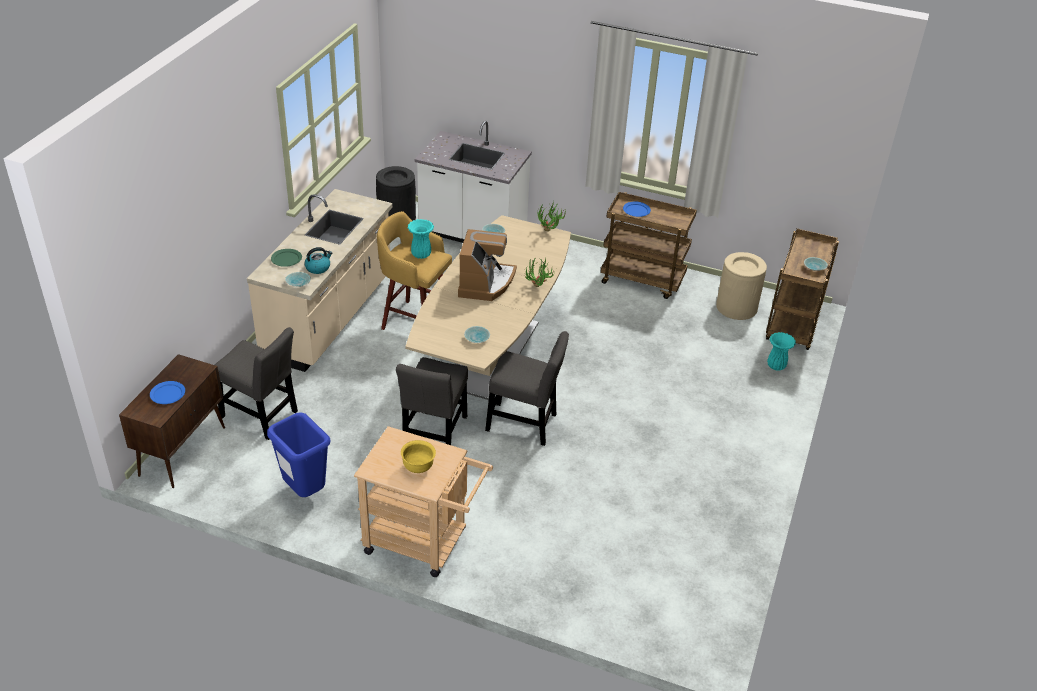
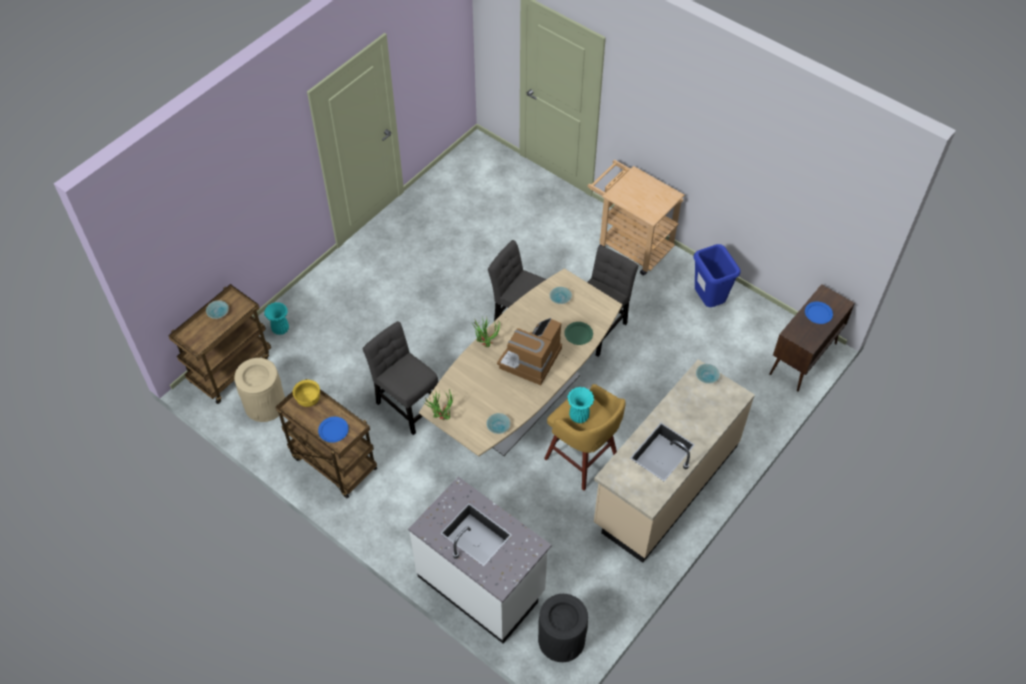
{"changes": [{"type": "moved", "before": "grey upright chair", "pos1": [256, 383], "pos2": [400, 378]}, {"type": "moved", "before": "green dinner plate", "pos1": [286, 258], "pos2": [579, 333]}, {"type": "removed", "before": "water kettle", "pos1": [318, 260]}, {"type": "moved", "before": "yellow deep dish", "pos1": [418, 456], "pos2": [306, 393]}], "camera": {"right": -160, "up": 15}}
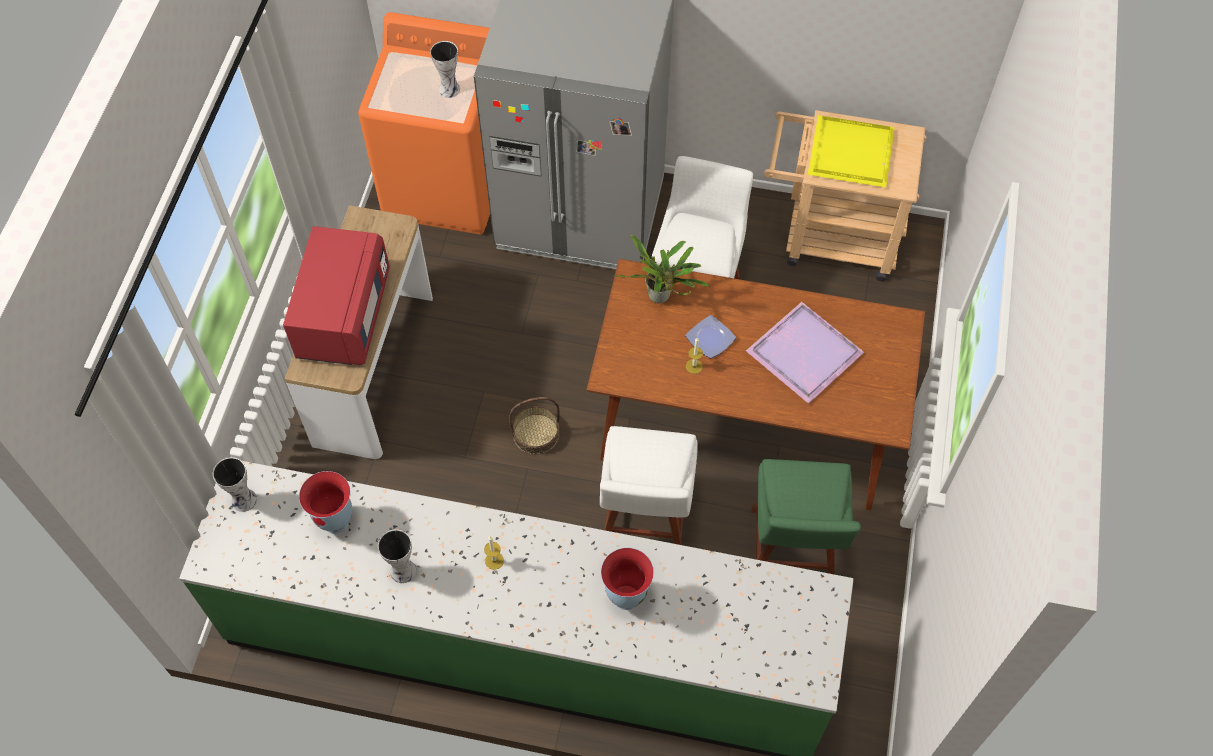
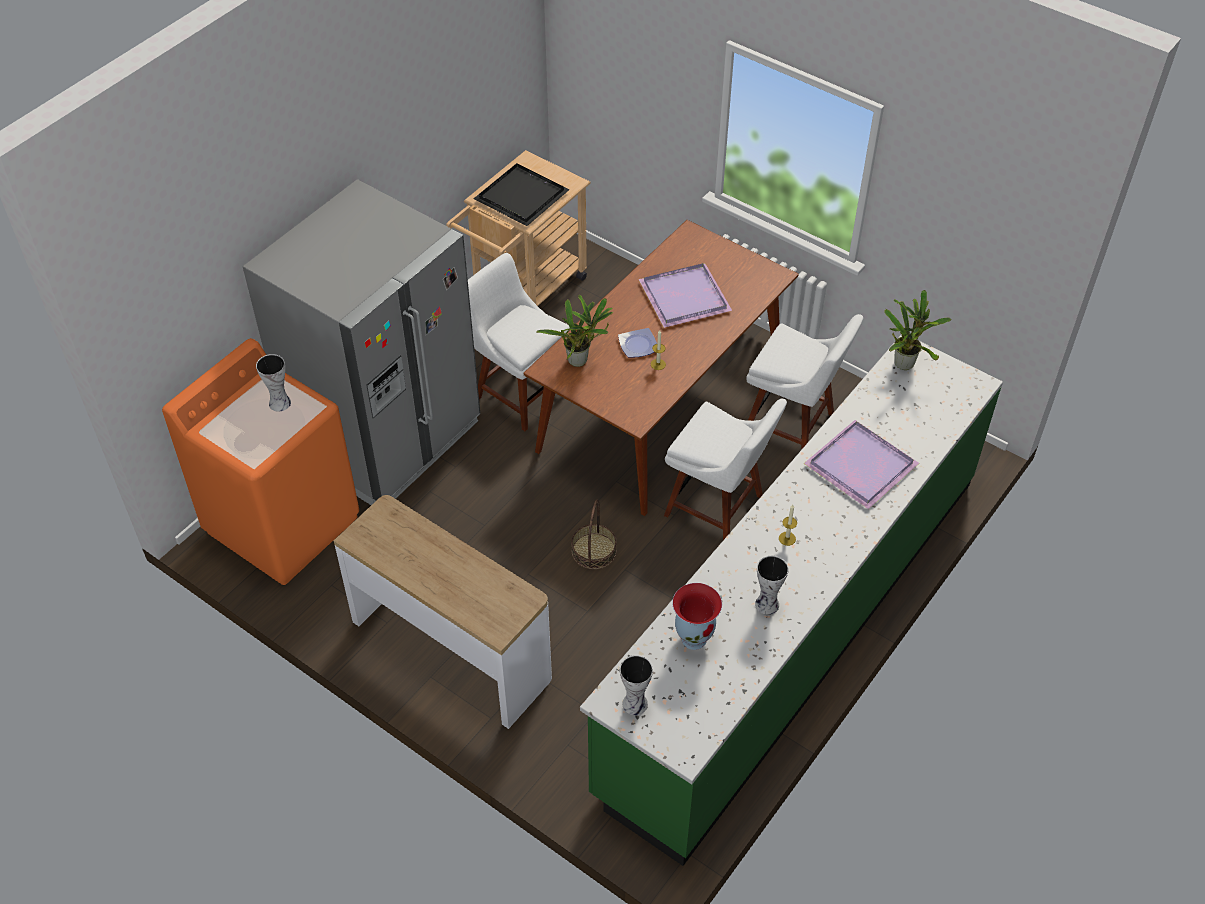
{"changes": [{"type": "removed", "before": "red kitchen microwave", "pos1": [336, 295]}, {"type": "replaced", "before": "vase", "after": "purplish tray", "pos1": [627, 579], "pos2": [861, 464]}, {"type": "recoloured", "before": "green upright chair", "after": "whitish upright chair", "pos1": [806, 517], "pos2": [804, 381]}, {"type": "recoloured", "before": "yellow tray", "after": "black-coloured tray", "pos1": [851, 151], "pos2": [521, 194]}, {"type": "added", "after": "plant in a pot", "pos2": [917, 330]}], "camera": {"right": -65, "up": -10}}
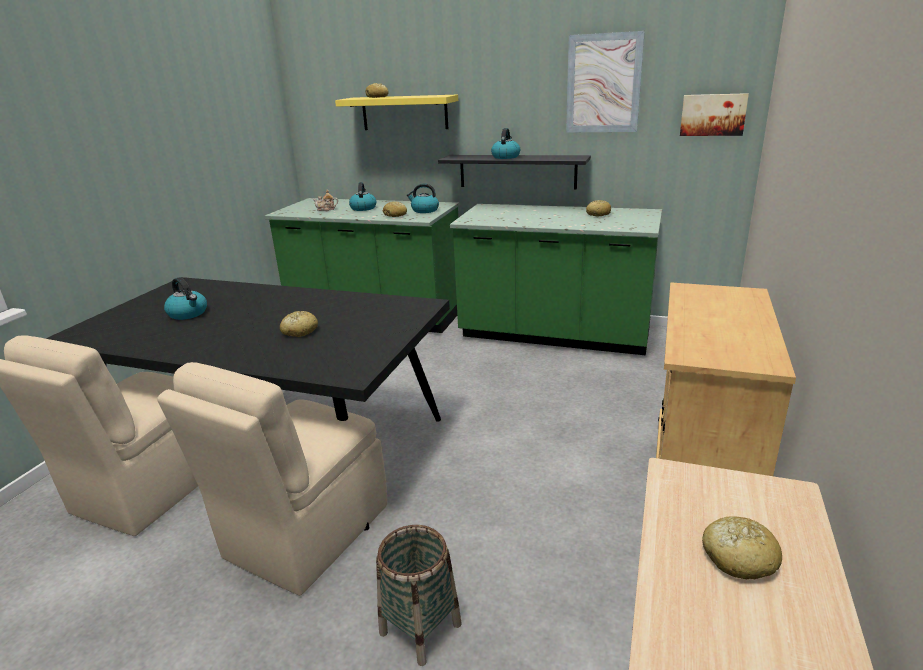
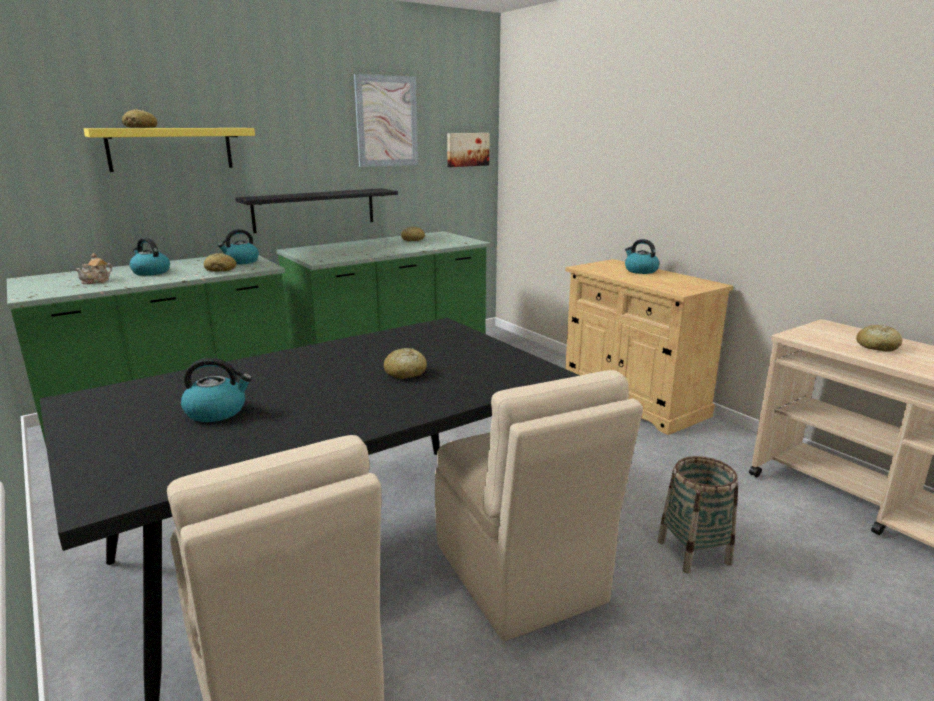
{"changes": [{"type": "moved", "before": "water kettle", "pos1": [505, 143], "pos2": [642, 256]}], "camera": {"right": -55, "up": -5}}
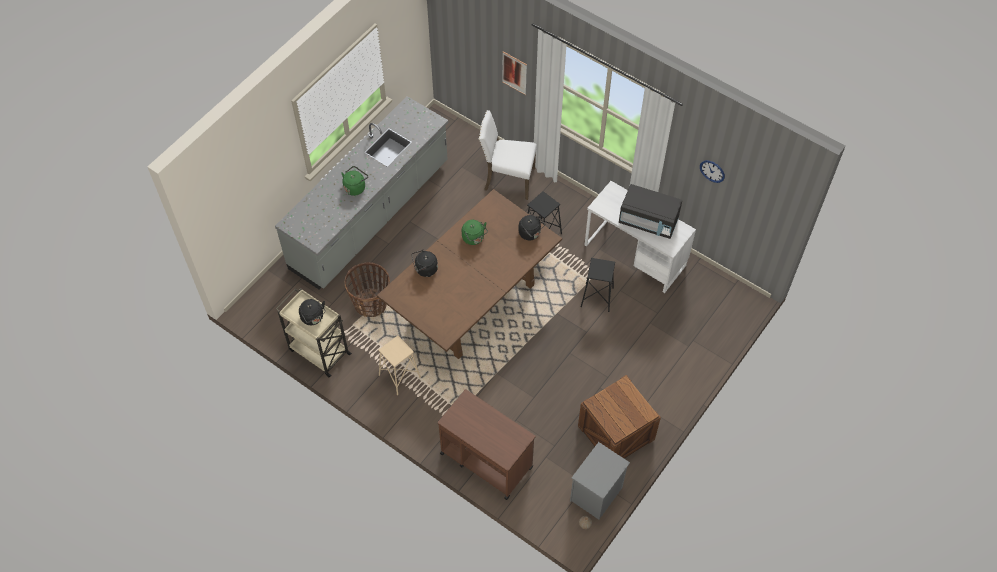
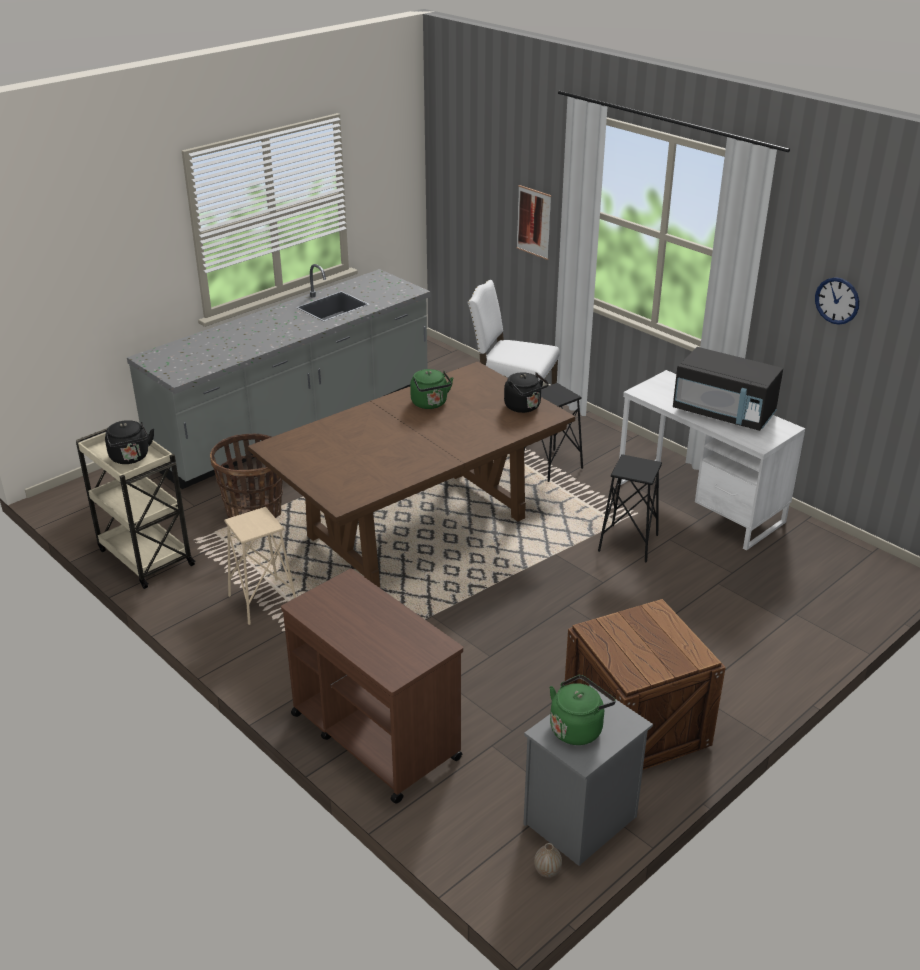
{"changes": [{"type": "moved", "before": "green water kettle", "pos1": [355, 181], "pos2": [582, 710]}, {"type": "removed", "before": "black-coloured water kettle", "pos1": [424, 263]}], "camera": {"right": 10, "up": -25}}
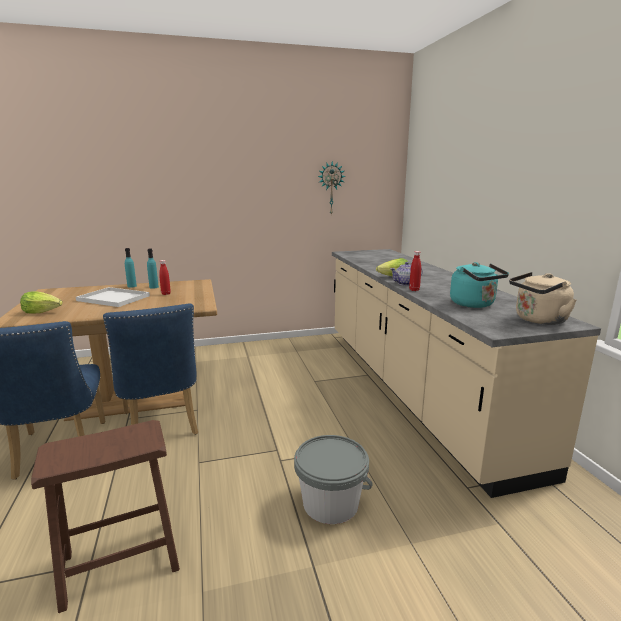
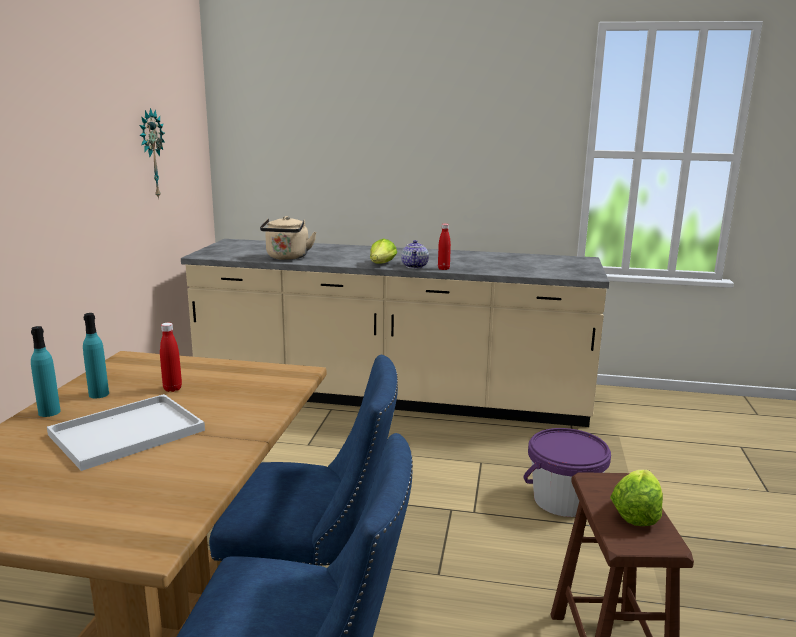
{"changes": [{"type": "moved", "before": "head of lettuce", "pos1": [41, 302], "pos2": [636, 498]}, {"type": "recoloured", "before": "grey pail", "after": "purplish pail", "pos1": [333, 479], "pos2": [567, 472]}, {"type": "removed", "before": "turquoise-coloured water kettle", "pos1": [479, 285]}, {"type": "moved", "before": "beige water kettle", "pos1": [543, 298], "pos2": [288, 238]}], "camera": {"right": -65, "up": 0}}
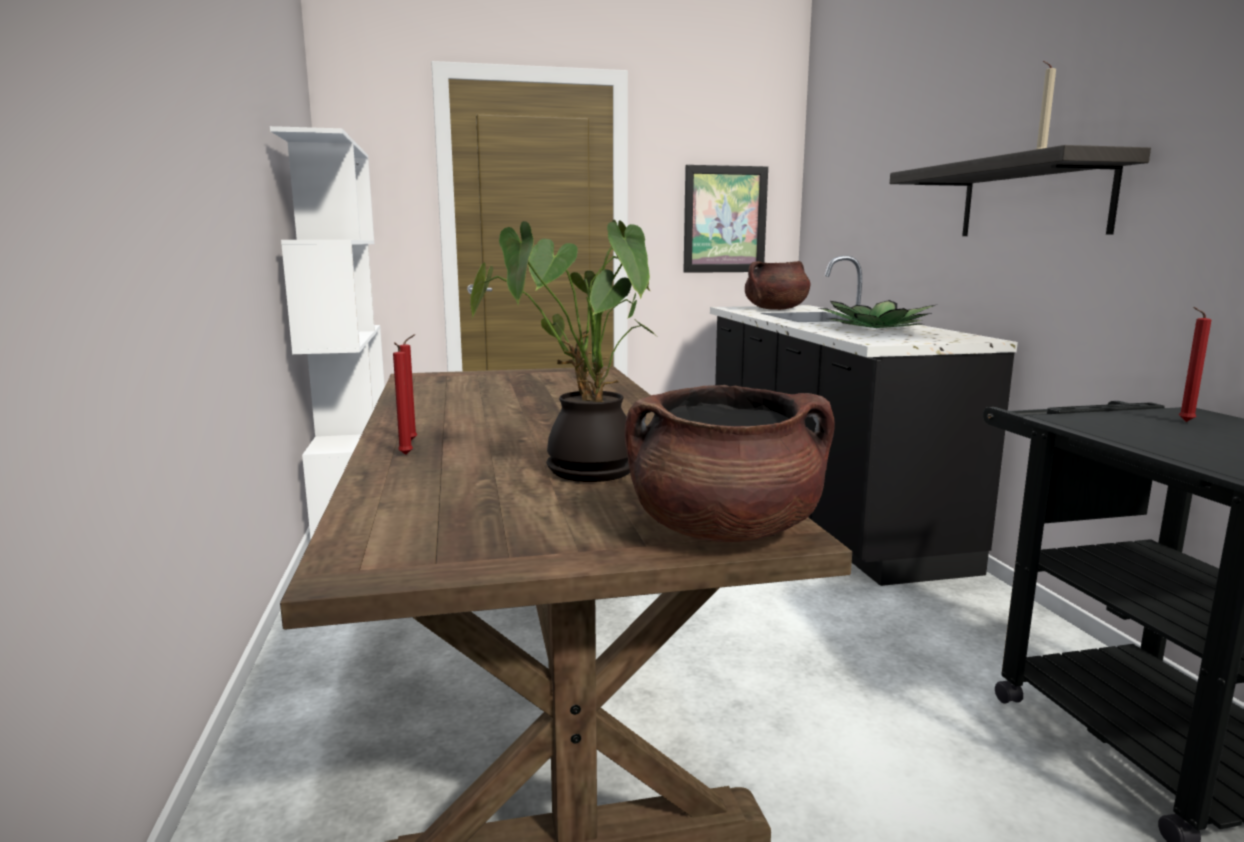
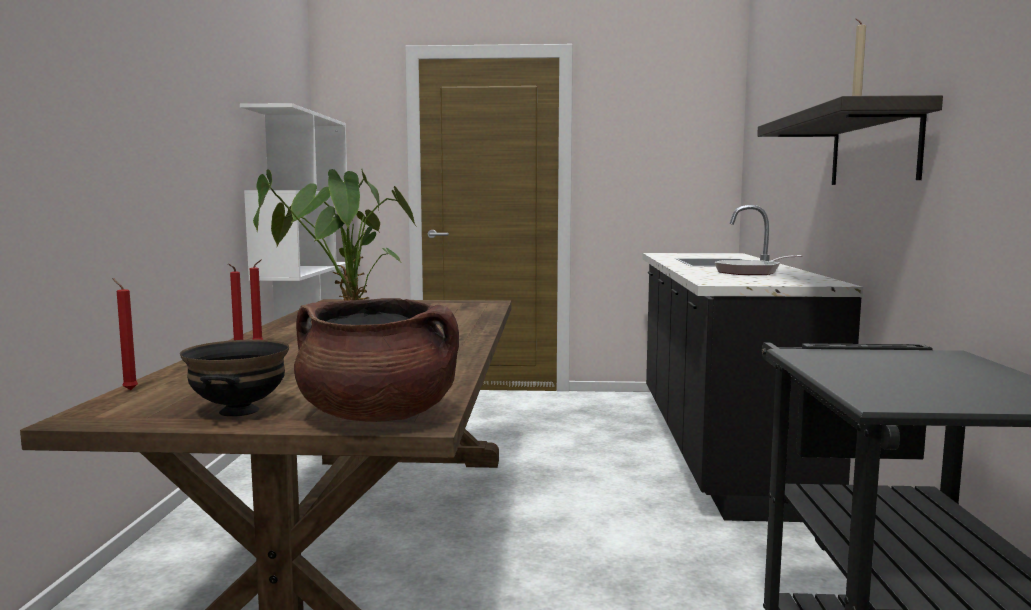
{"changes": [{"type": "removed", "before": "picture", "pos1": [725, 219]}, {"type": "removed", "before": "brown cooking pot", "pos1": [777, 285]}, {"type": "replaced", "before": "plant in a pot", "after": "skillet", "pos1": [877, 314], "pos2": [758, 265]}, {"type": "moved", "before": "red candle", "pos1": [1195, 364], "pos2": [125, 334]}, {"type": "added", "after": "black-coloured deep dish", "pos2": [234, 378]}], "camera": {"right": 15, "up": -5}}
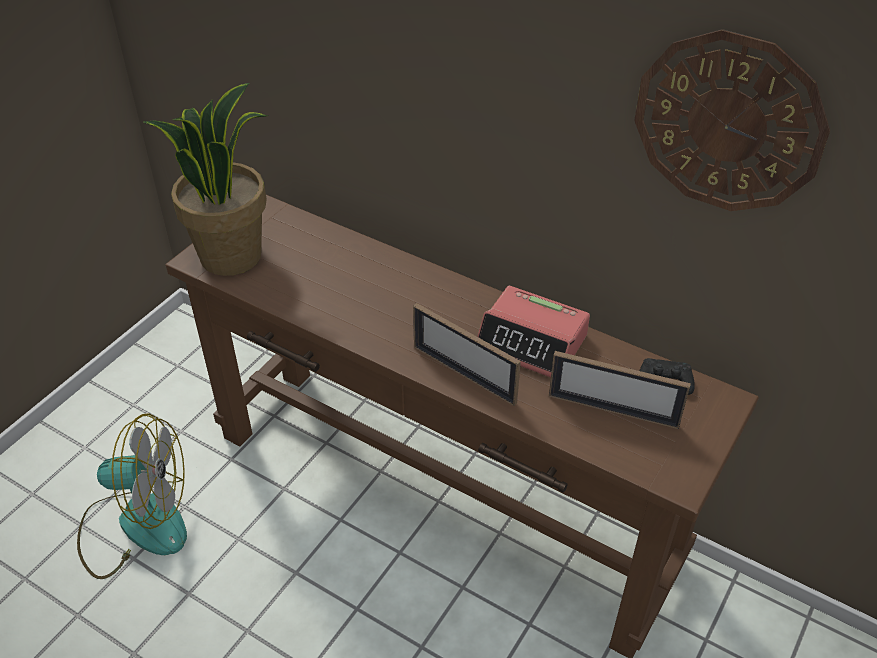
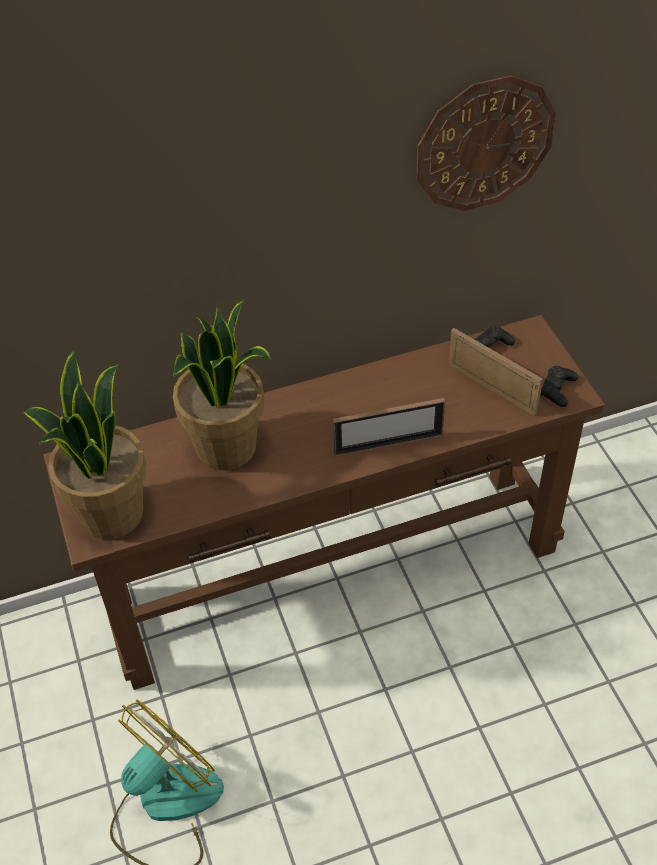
{"changes": [{"type": "removed", "before": "bedside clock", "pos1": [533, 331]}, {"type": "turned", "before": "standing frame", "pos1": [620, 390], "pos2": [496, 372], "turn": -105}, {"type": "added", "after": "plant in a pot", "pos2": [222, 385]}, {"type": "added", "after": "black-coloured gamepad", "pos2": [559, 386]}], "camera": {"right": -50, "up": 5}}
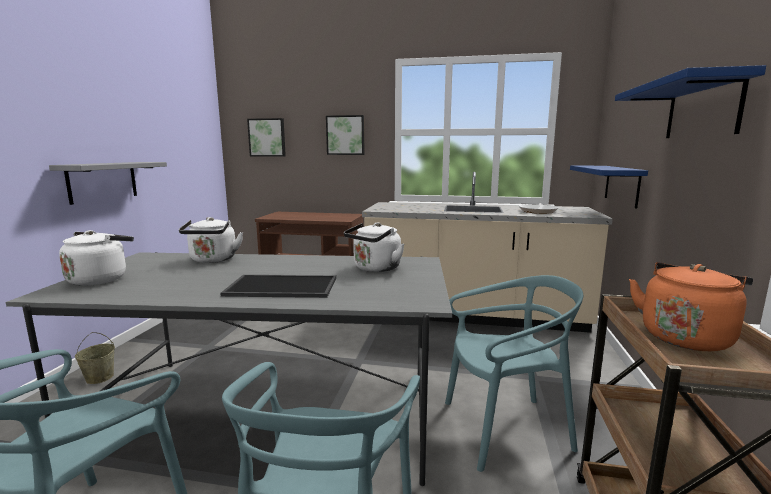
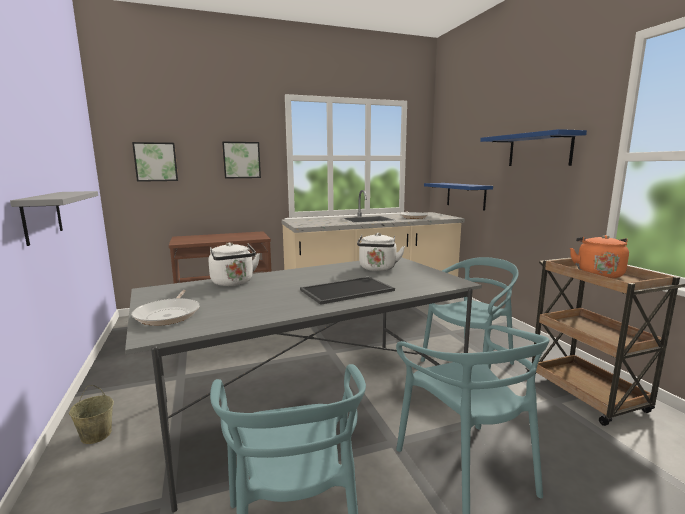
{"changes": [{"type": "replaced", "before": "whitish water kettle", "after": "skillet", "pos1": [96, 258], "pos2": [165, 308]}], "camera": {"right": -30, "up": 0}}
